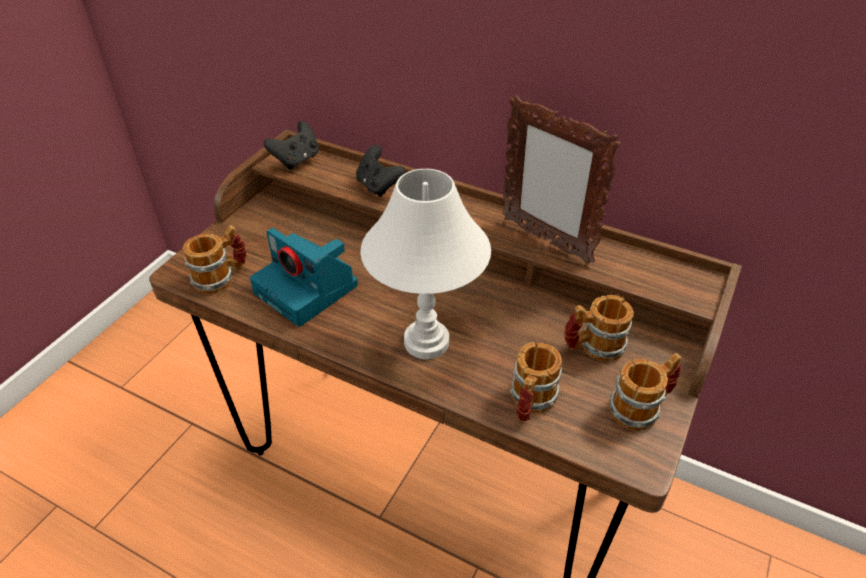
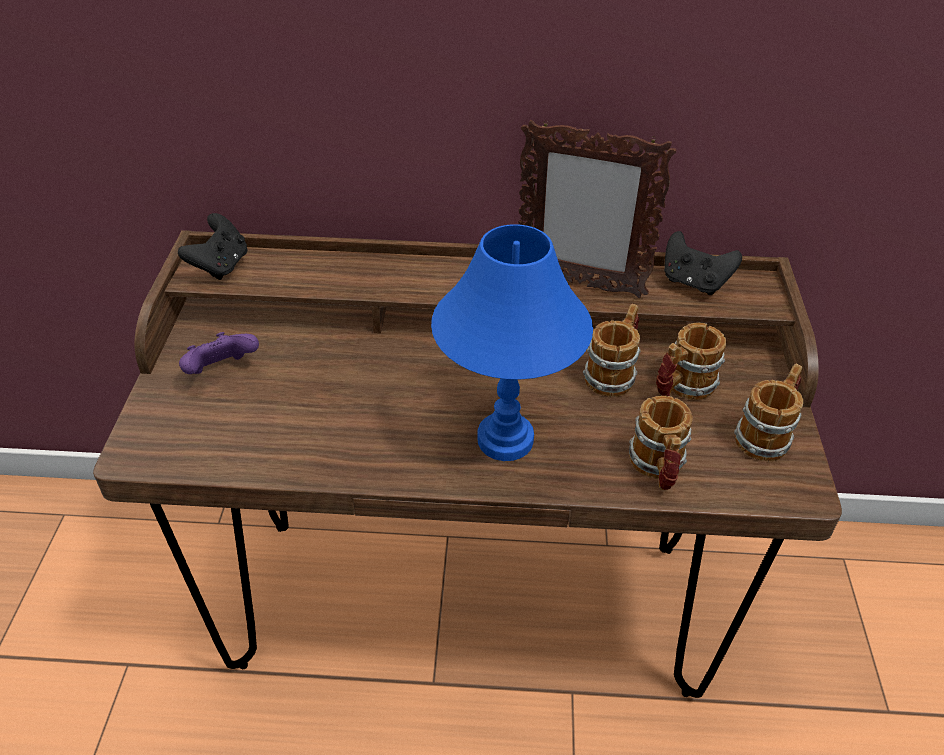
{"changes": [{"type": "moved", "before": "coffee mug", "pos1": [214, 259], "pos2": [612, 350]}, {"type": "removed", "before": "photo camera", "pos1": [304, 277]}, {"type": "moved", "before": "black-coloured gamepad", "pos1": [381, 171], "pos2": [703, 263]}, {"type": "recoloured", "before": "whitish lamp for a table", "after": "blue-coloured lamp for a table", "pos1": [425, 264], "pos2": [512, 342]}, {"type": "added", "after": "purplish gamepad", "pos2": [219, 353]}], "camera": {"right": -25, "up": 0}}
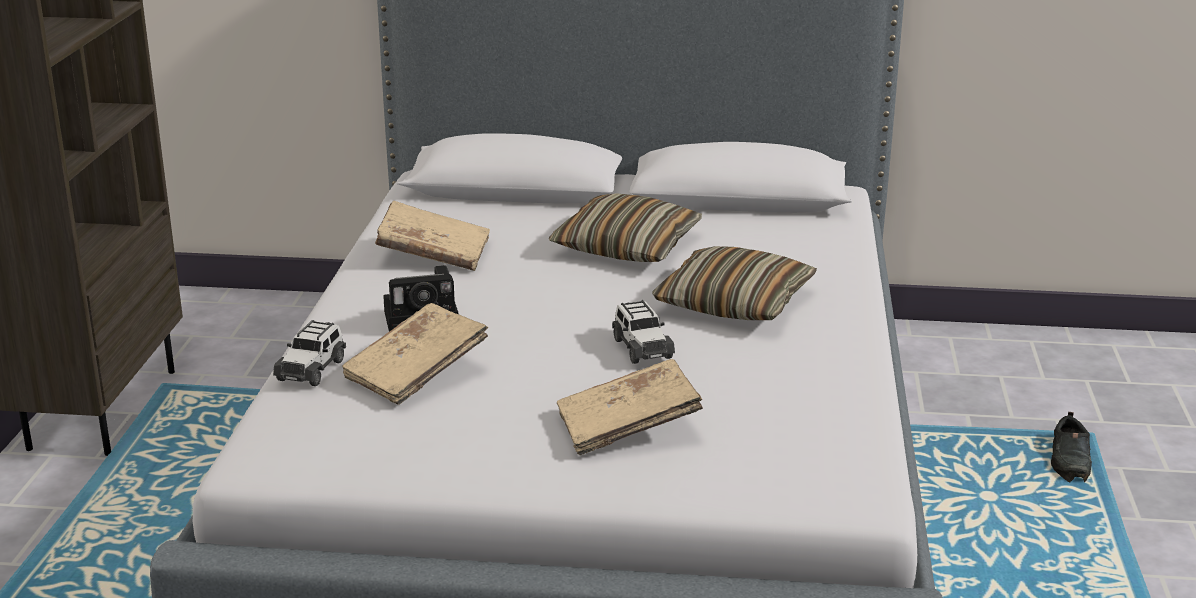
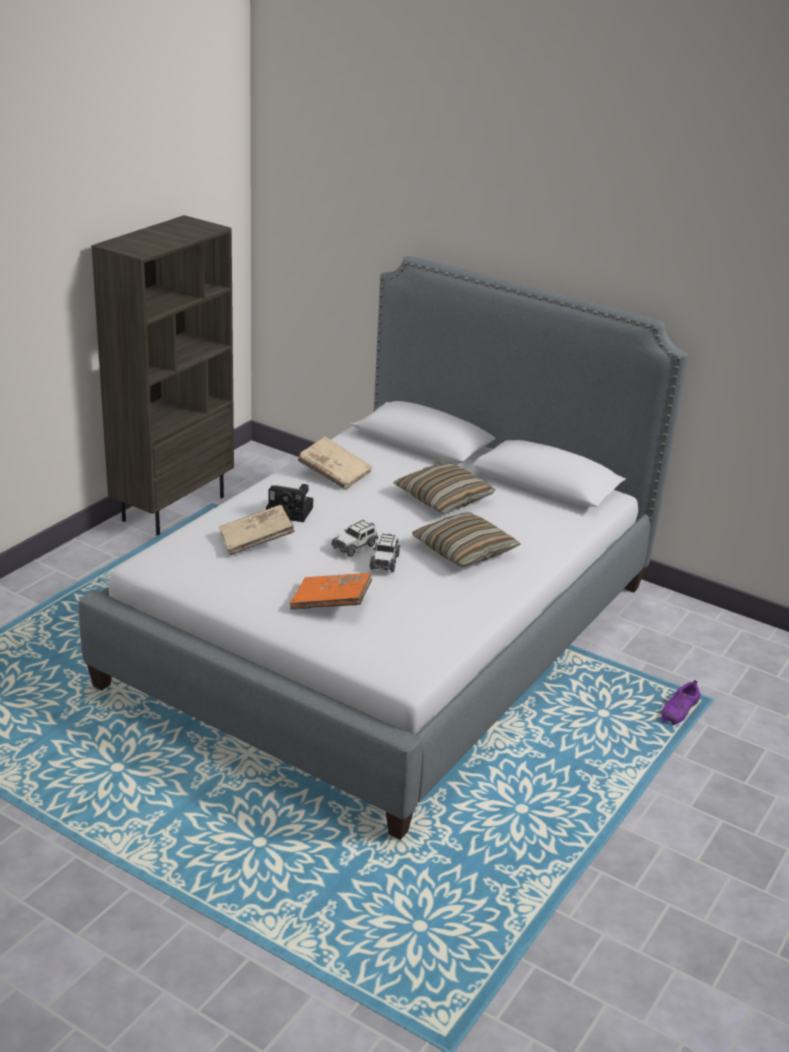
{"changes": [{"type": "moved", "before": "miniature car", "pos1": [309, 353], "pos2": [355, 538]}, {"type": "recoloured", "before": "beige bound book", "after": "orange bound book", "pos1": [630, 407], "pos2": [330, 591]}, {"type": "recoloured", "before": "black-coloured low shoe", "after": "purplish low shoe", "pos1": [1071, 447], "pos2": [681, 702]}], "camera": {"right": 25, "up": 5}}
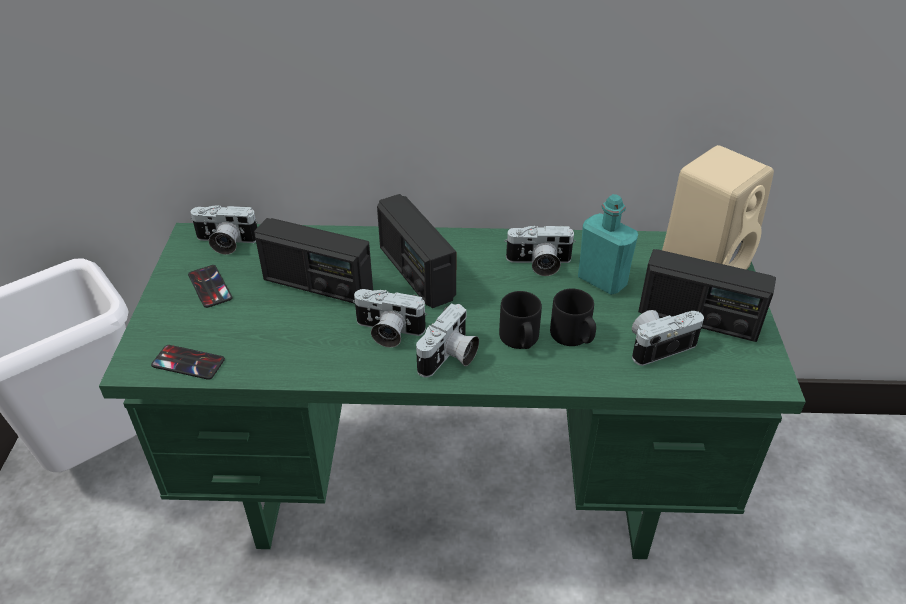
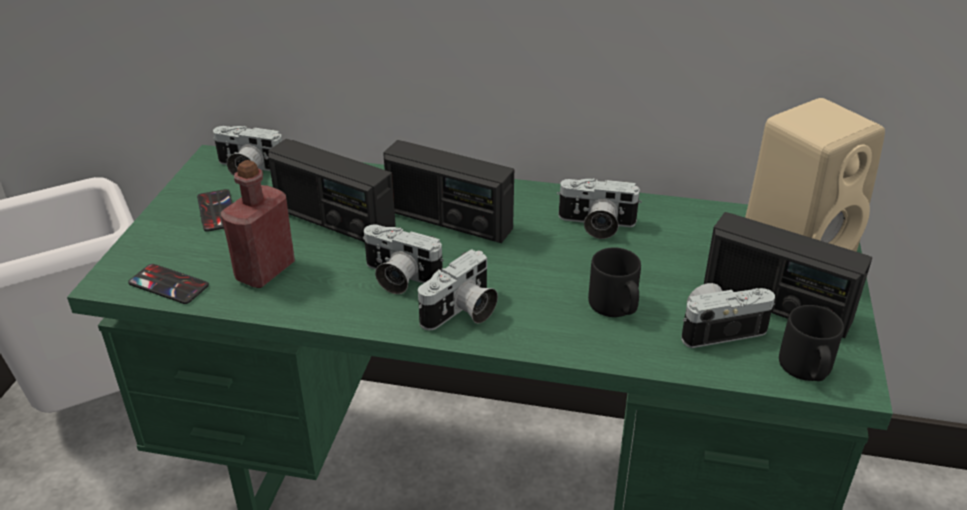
{"changes": [{"type": "turned", "before": "radio set", "pos1": [416, 251], "pos2": [448, 191], "turn": -45}, {"type": "moved", "before": "black-coloured coffee mug", "pos1": [520, 320], "pos2": [811, 343]}, {"type": "removed", "before": "turquoise-coloured bottle", "pos1": [608, 244]}, {"type": "added", "after": "red bottle", "pos2": [258, 224]}], "camera": {"right": 10, "up": -5}}
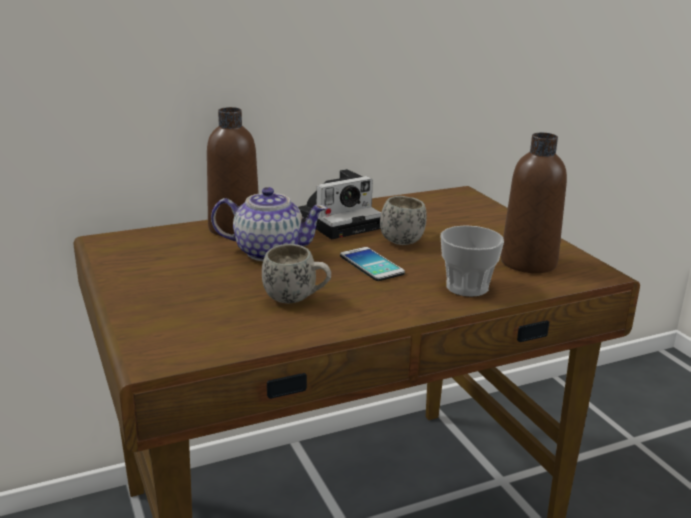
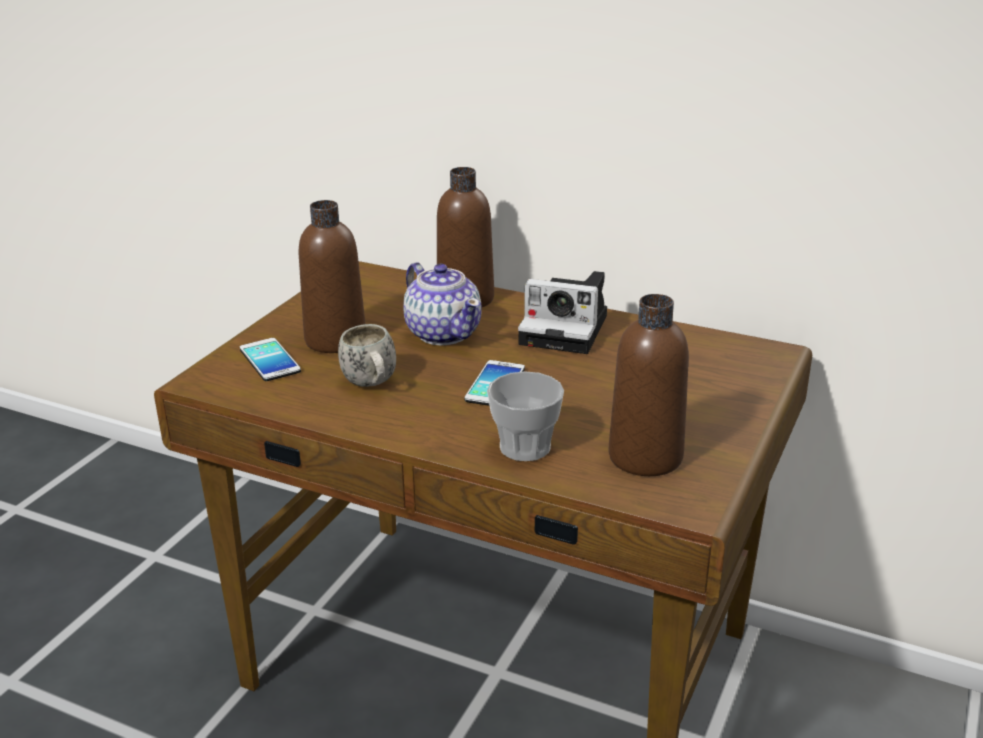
{"changes": [{"type": "removed", "before": "whitish coffee mug", "pos1": [403, 220]}, {"type": "added", "after": "phone", "pos2": [270, 359]}, {"type": "added", "after": "brown bottle", "pos2": [332, 276]}], "camera": {"right": 50, "up": 5}}
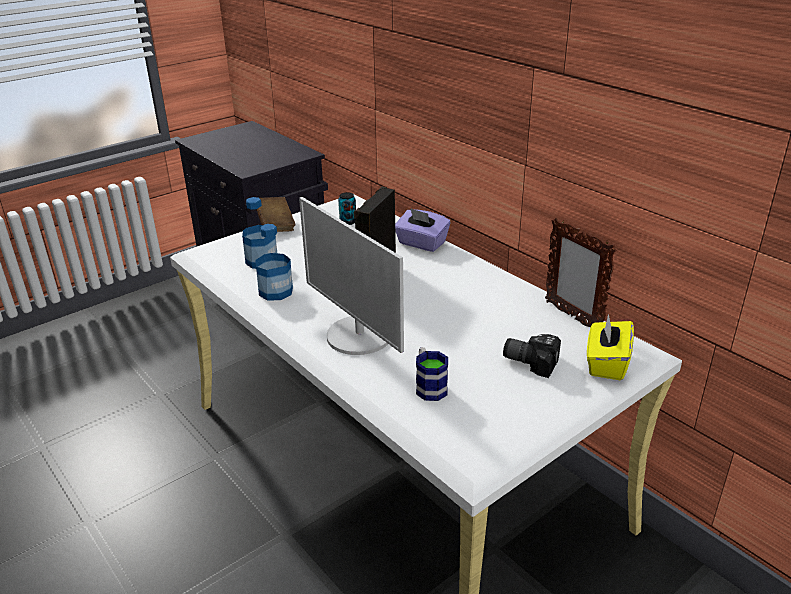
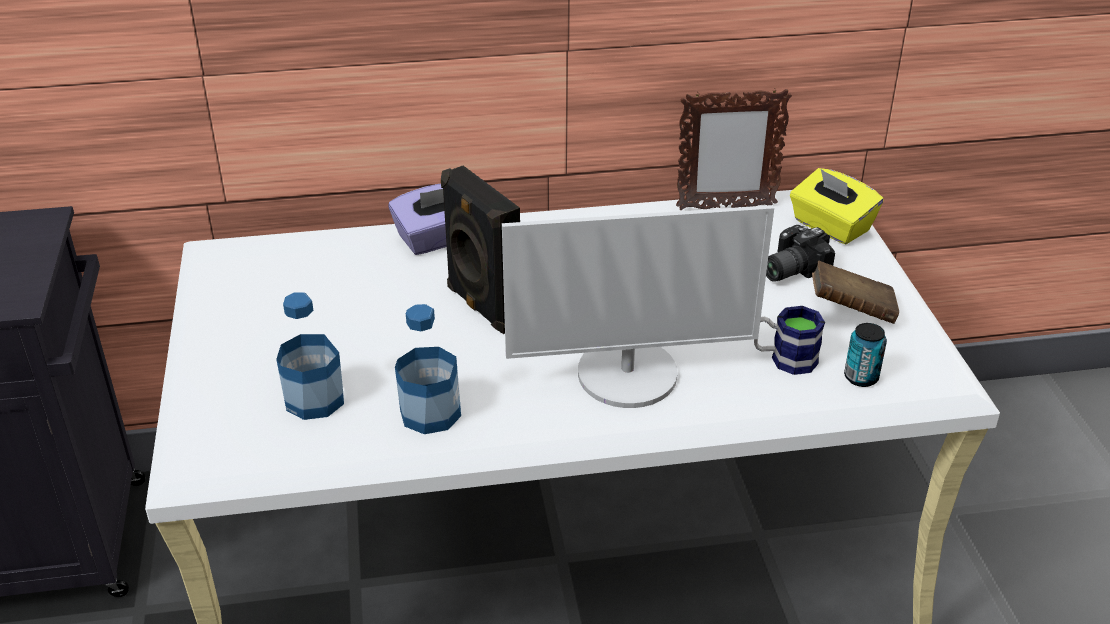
{"changes": [{"type": "moved", "before": "brown bound book", "pos1": [276, 214], "pos2": [855, 292]}, {"type": "moved", "before": "sealed can", "pos1": [347, 208], "pos2": [865, 355]}], "camera": {"right": -60, "up": 5}}
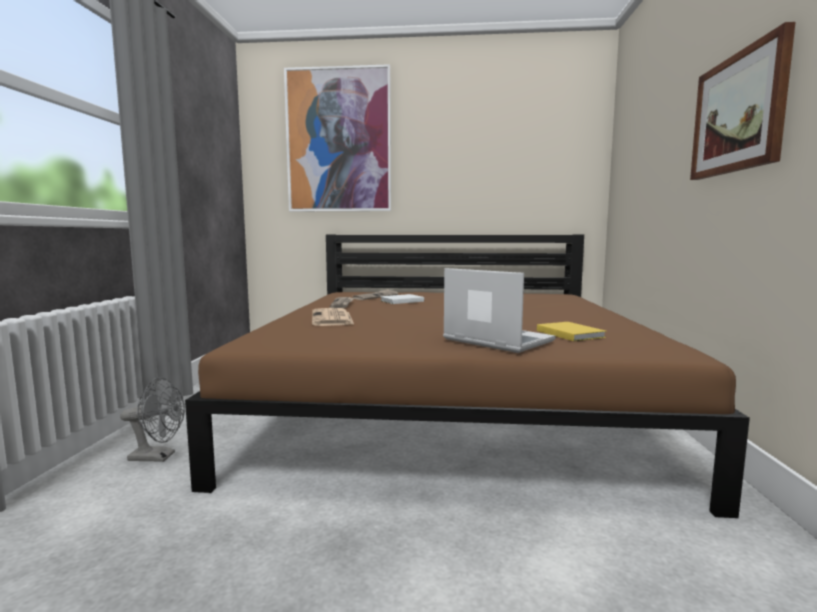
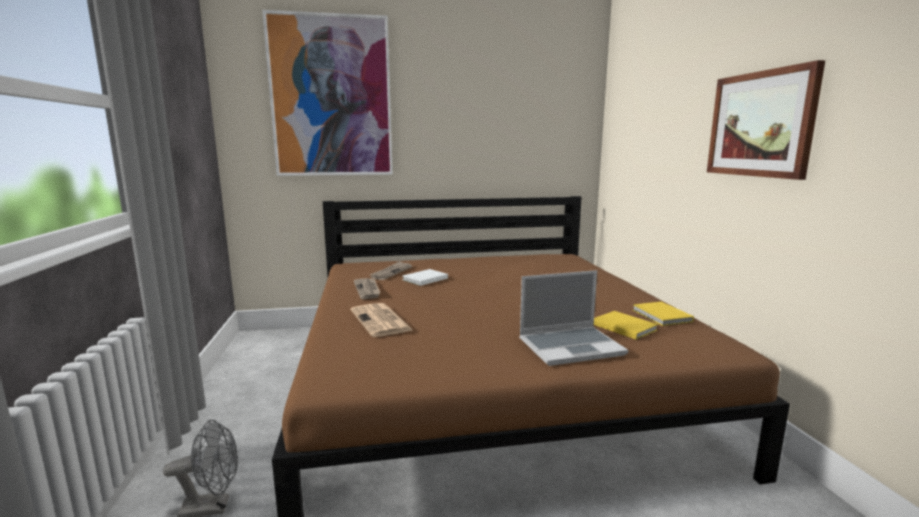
{"changes": [{"type": "turned", "before": "laptop", "pos1": [499, 310], "pos2": [573, 318], "turn": 135}, {"type": "added", "after": "yellow bound book", "pos2": [663, 314]}], "camera": {"right": -15, "up": 5}}
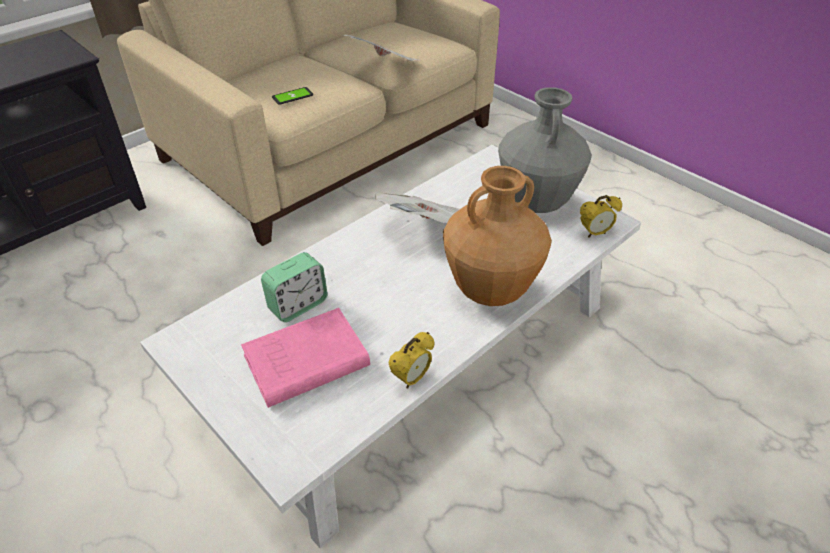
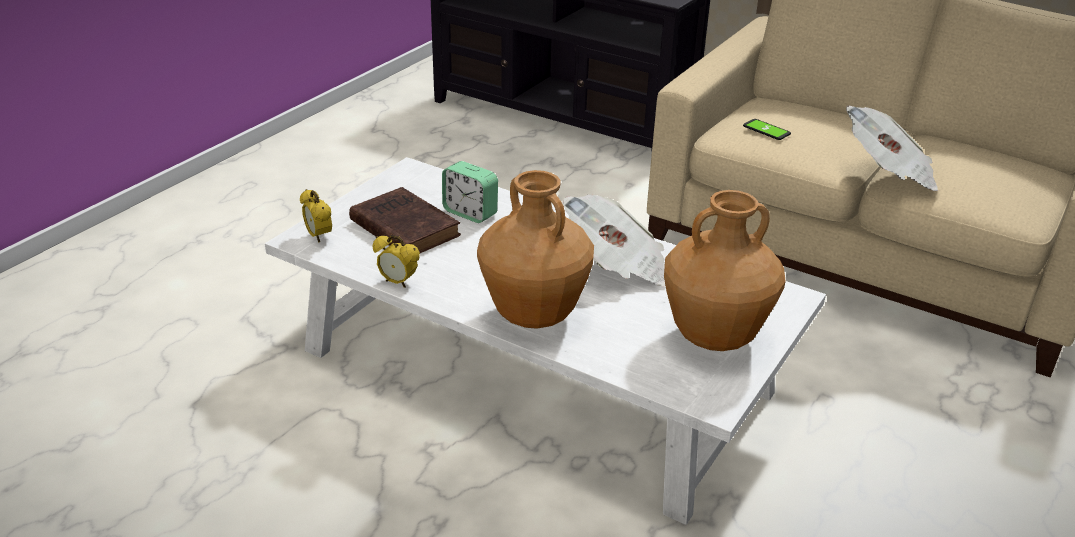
{"changes": [{"type": "recoloured", "before": "pinkish bound book", "after": "brown bound book", "pos1": [305, 358], "pos2": [405, 220]}, {"type": "recoloured", "before": "grey vase", "after": "brown vase", "pos1": [545, 150], "pos2": [725, 270]}, {"type": "moved", "before": "bedside clock", "pos1": [601, 216], "pos2": [316, 216]}], "camera": {"right": 75, "up": -10}}
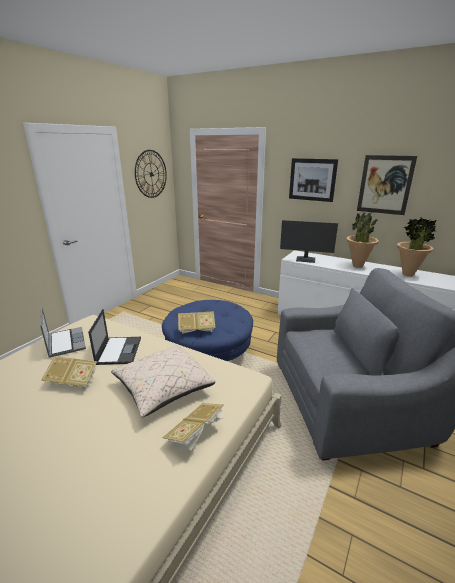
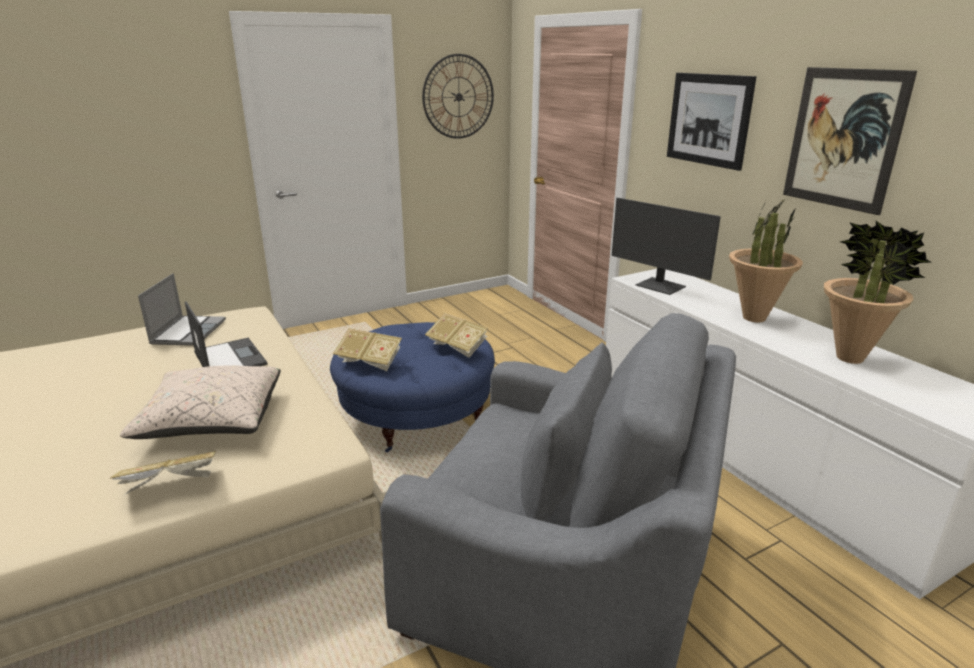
{"changes": [{"type": "moved", "before": "bound book", "pos1": [69, 373], "pos2": [456, 335]}, {"type": "turned", "before": "laptop", "pos1": [114, 337], "pos2": [226, 334], "turn": -60}], "camera": {"right": 30, "up": 0}}
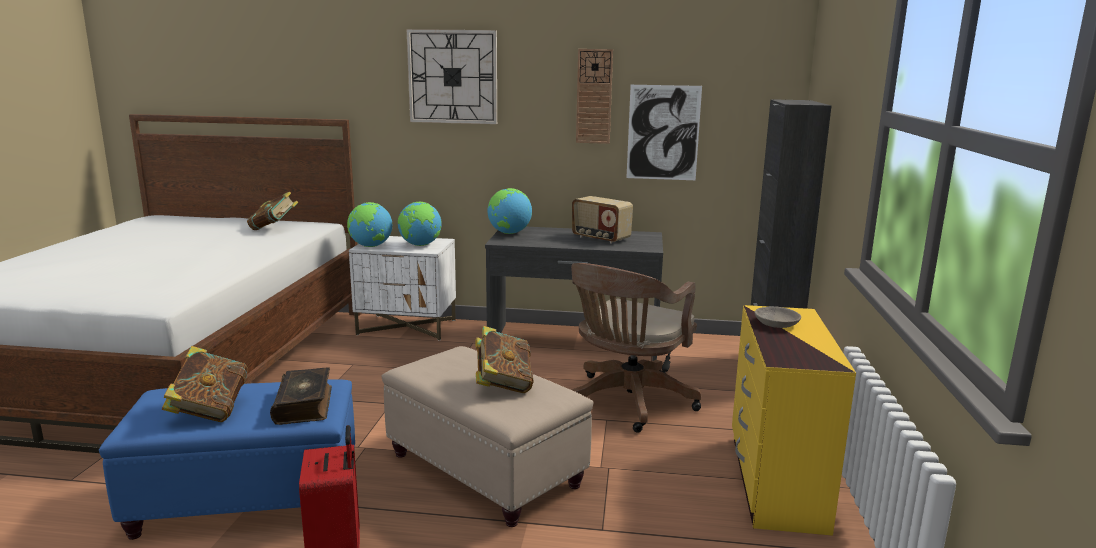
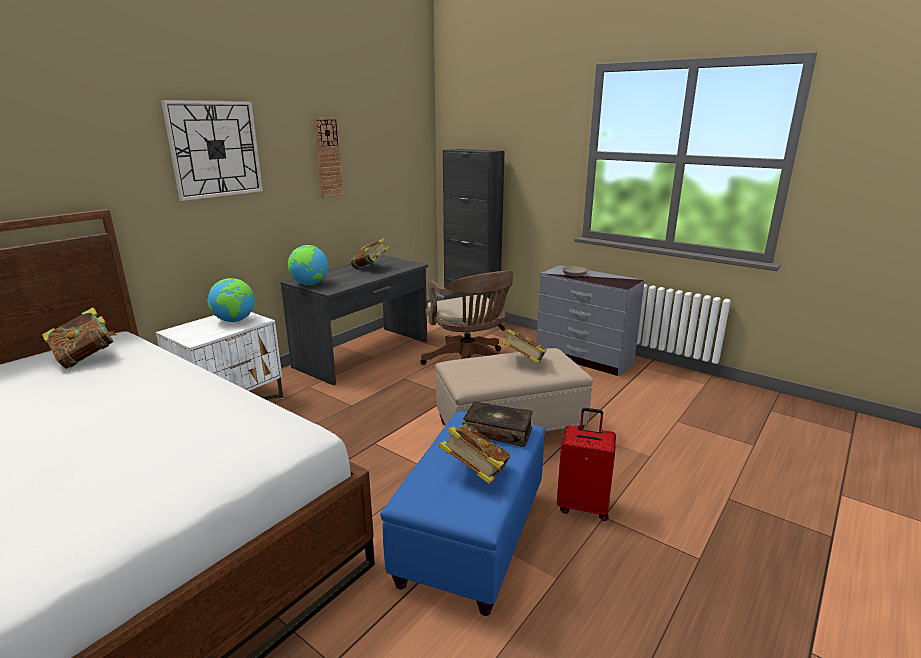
{"changes": [{"type": "removed", "before": "desk globe", "pos1": [369, 224]}, {"type": "replaced", "before": "radio set", "after": "bound book", "pos1": [602, 219], "pos2": [370, 253]}, {"type": "removed", "before": "picture", "pos1": [664, 132]}, {"type": "recoloured", "before": "yellow chest of drawers", "after": "grey chest of drawers", "pos1": [794, 420], "pos2": [590, 320]}], "camera": {"right": -60, "up": 5}}
